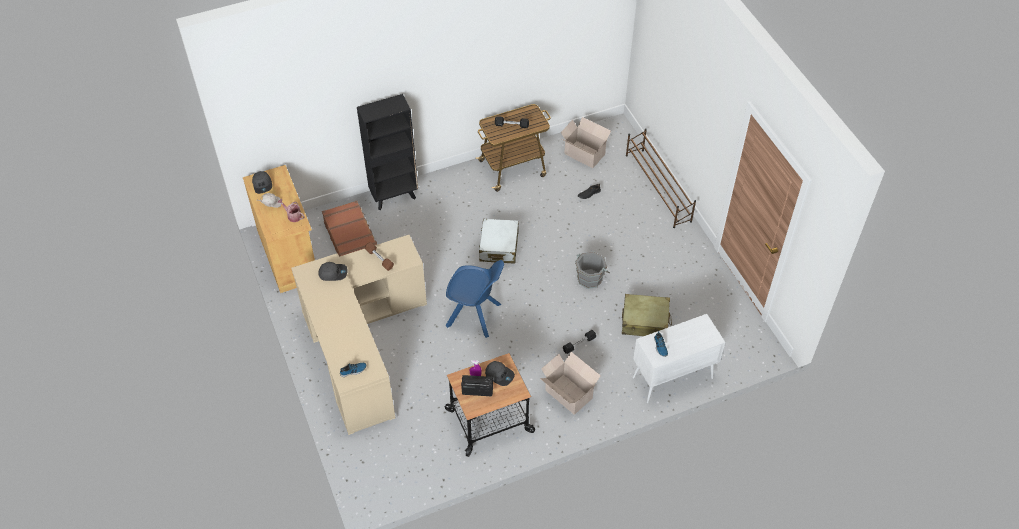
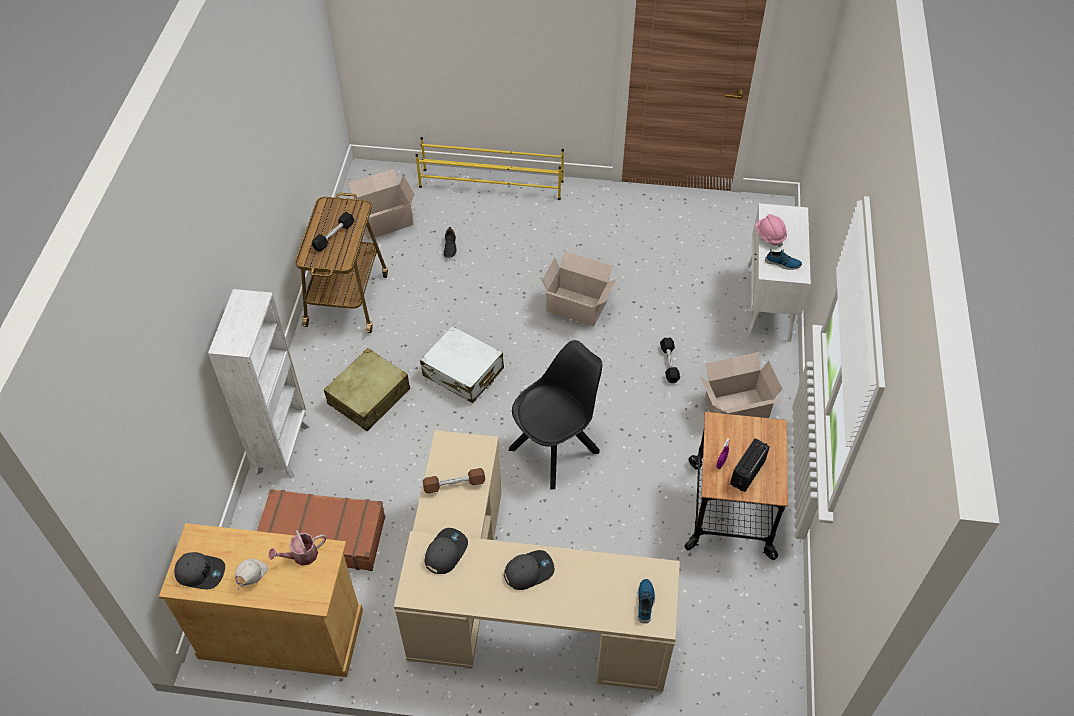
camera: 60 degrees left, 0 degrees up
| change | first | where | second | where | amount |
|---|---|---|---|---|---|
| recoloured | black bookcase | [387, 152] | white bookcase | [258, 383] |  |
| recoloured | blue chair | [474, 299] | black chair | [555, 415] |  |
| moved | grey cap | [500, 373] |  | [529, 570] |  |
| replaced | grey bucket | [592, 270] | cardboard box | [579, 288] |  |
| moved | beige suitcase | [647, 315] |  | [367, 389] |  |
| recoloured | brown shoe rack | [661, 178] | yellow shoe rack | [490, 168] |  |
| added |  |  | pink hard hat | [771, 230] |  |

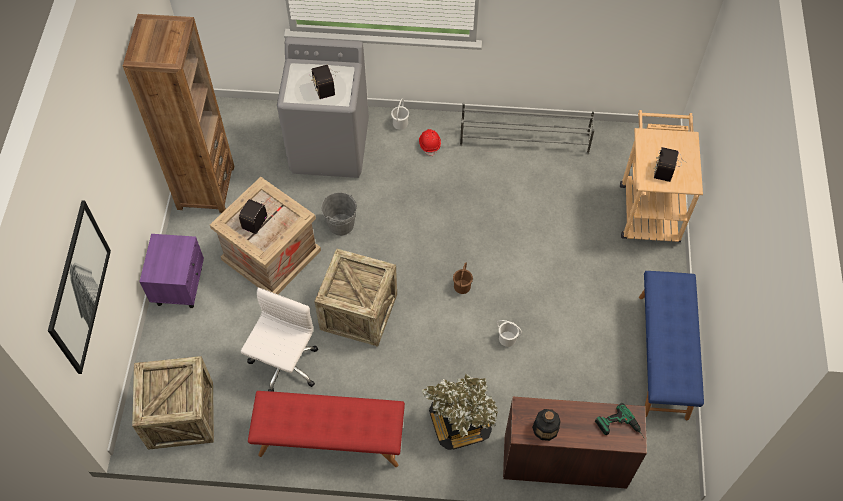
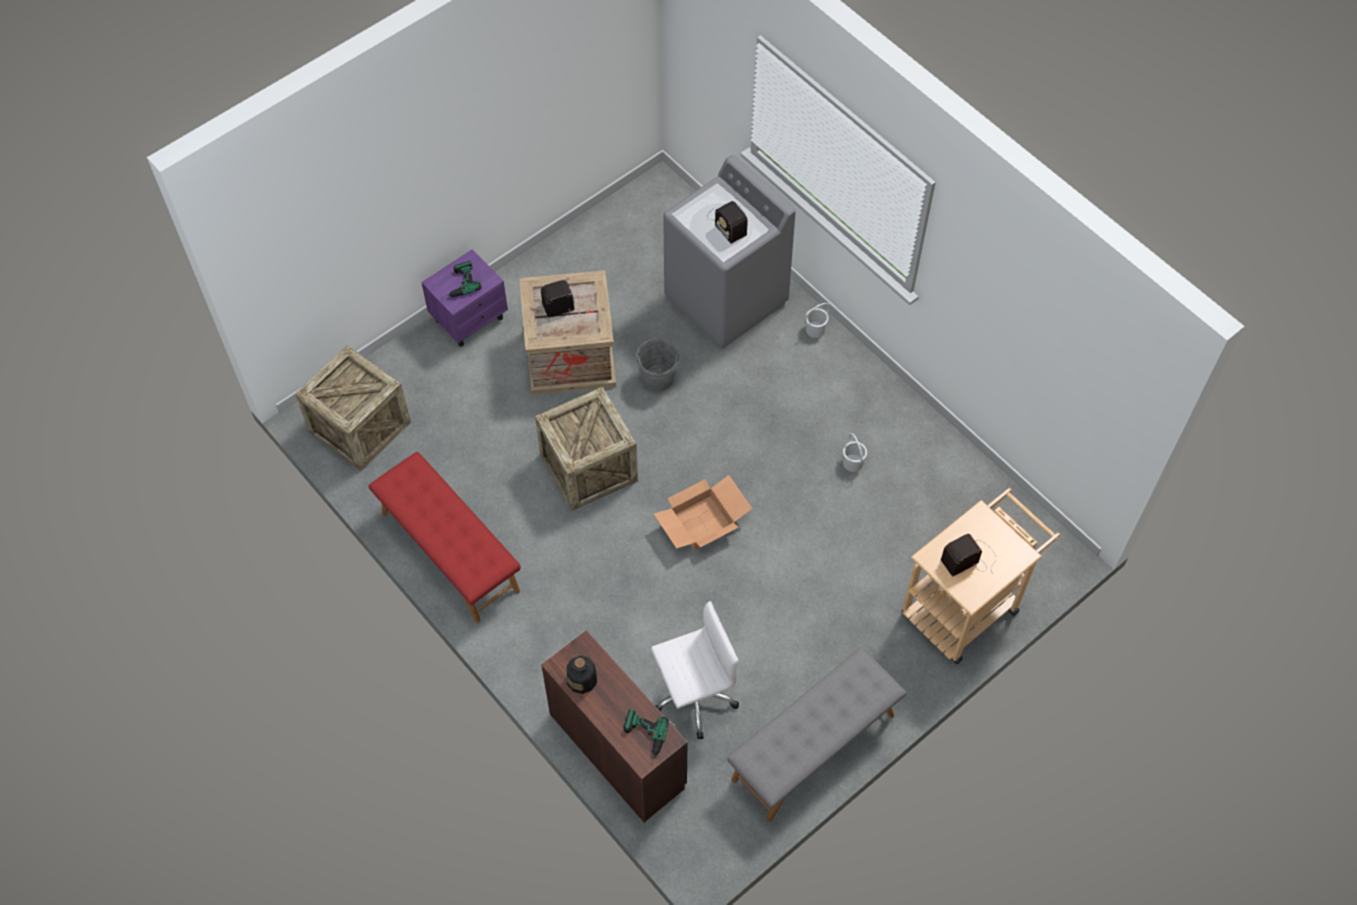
camera: 45 degrees right, 0 degrees up
| change | first | where | second | where | amount |
|---|---|---|---|---|---|
| removed | picture | [79, 287] |  |  |  |
| removed | brown bookcase | [178, 113] |  |  |  |
| moved | white office chair | [279, 340] |  | [695, 670] |  |
| turned | radio | [323, 82] |  | [727, 222] | 60 degrees counterclockwise |
| removed | red hard hat | [430, 142] |  |  |  |
| removed | potted plant | [459, 412] |  |  |  |
| replaced | brown bucket | [463, 278] | cardboard box | [703, 513] |  |
| removed | grey shoe rack | [527, 128] |  |  |  |
| moved | white bucket | [509, 333] |  | [855, 452] |  |
| recoloured | blue bench | [671, 345] | grey bench | [816, 734] |  |
| added |  |  | power drill | [461, 279] |  |

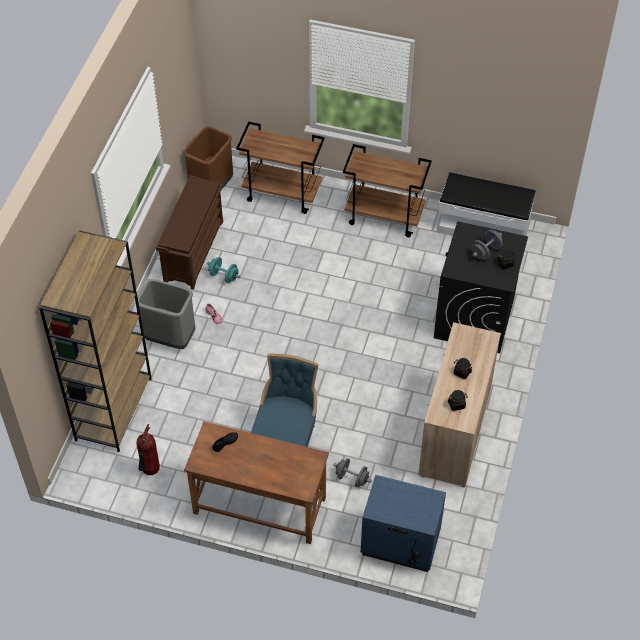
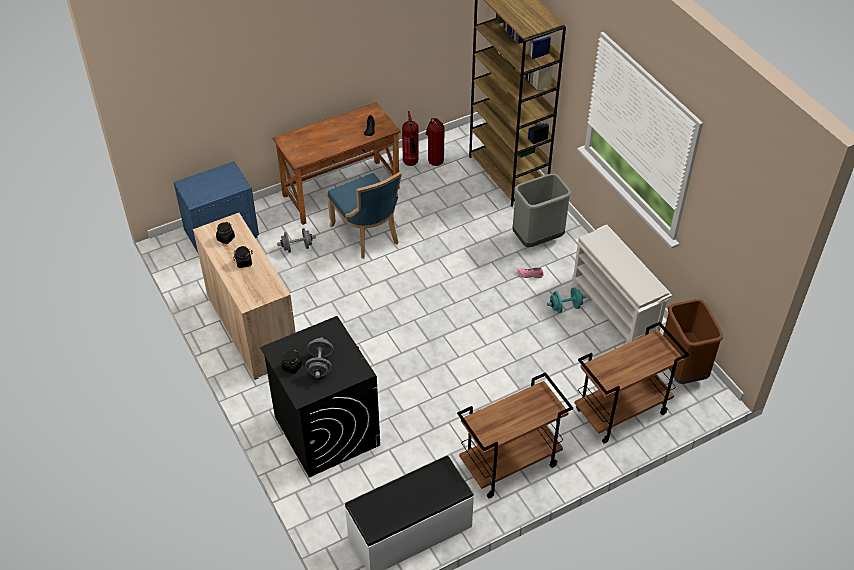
camera: 135 degrees right, 5 degrees down
| change | first | where | second | where | amount |
|---|---|---|---|---|---|
| recoloured | brown shoe rack | [189, 232] | white shoe rack | [622, 284] |  |
| added |  |  | fire extinguisher | [410, 138] |  |

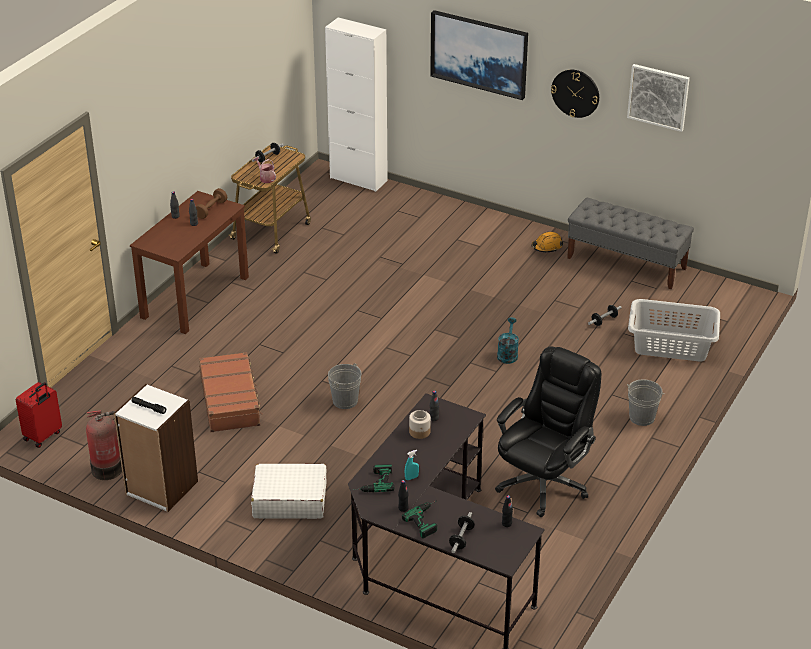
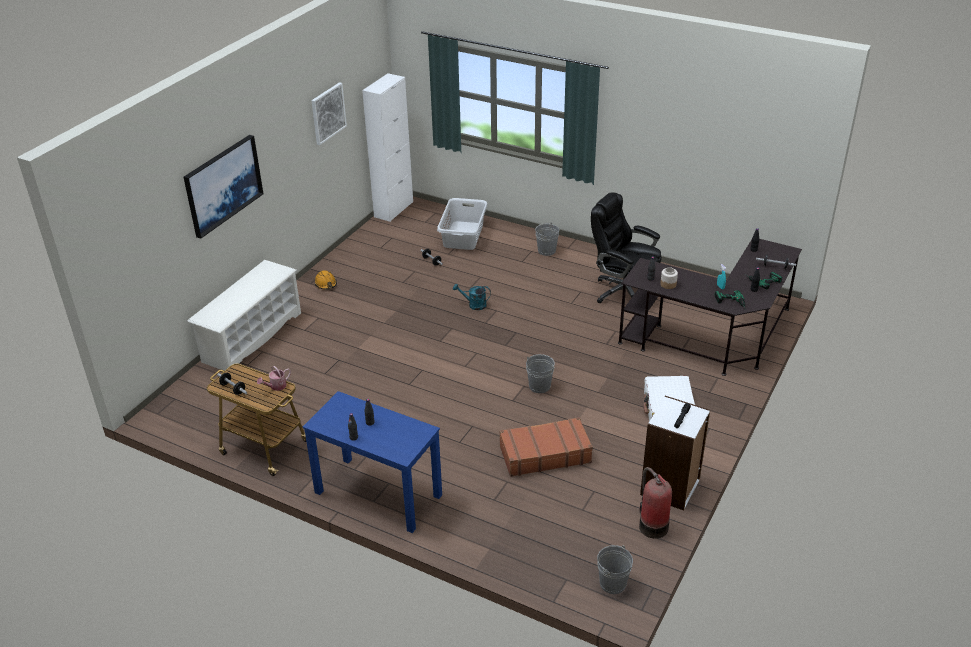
camera: 90 degrees left, 0 degrees up
| change | first | where | second | where | amount |
|---|---|---|---|---|---|
| replaced | red suitcase | [39, 415] | grey bucket | [615, 569] |  |
| recoloured | brown desk | [189, 262] | blue desk | [372, 462] |  |
| removed | brown dumbbell | [211, 203] |  |  |  |
| moved | white cabinet | [356, 104] |  | [387, 147] |  |
| removed | wall clock | [575, 94] |  |  |  |
| removed | grey bench | [630, 243] |  |  |  |
| added |  |  | white shoe rack | [244, 315] |  |

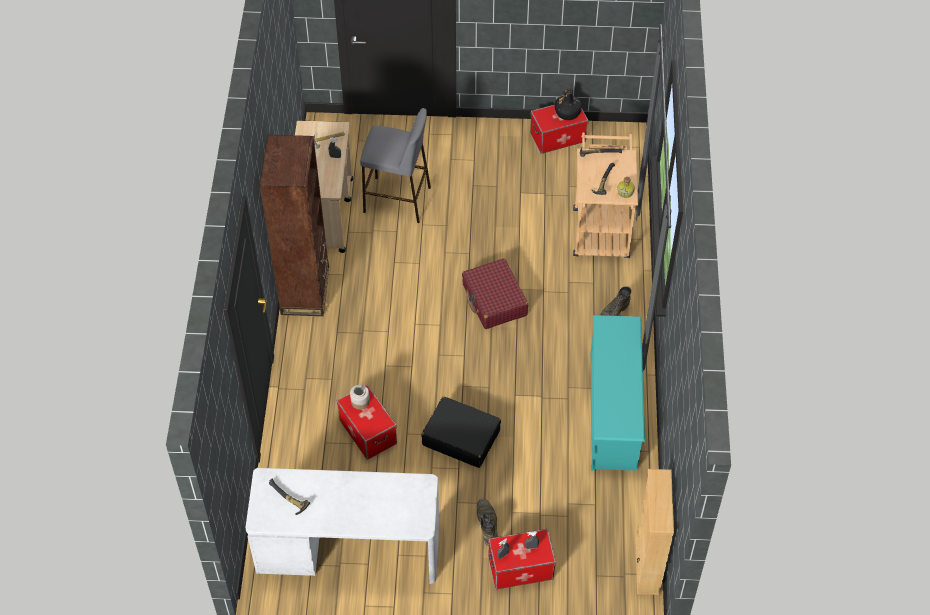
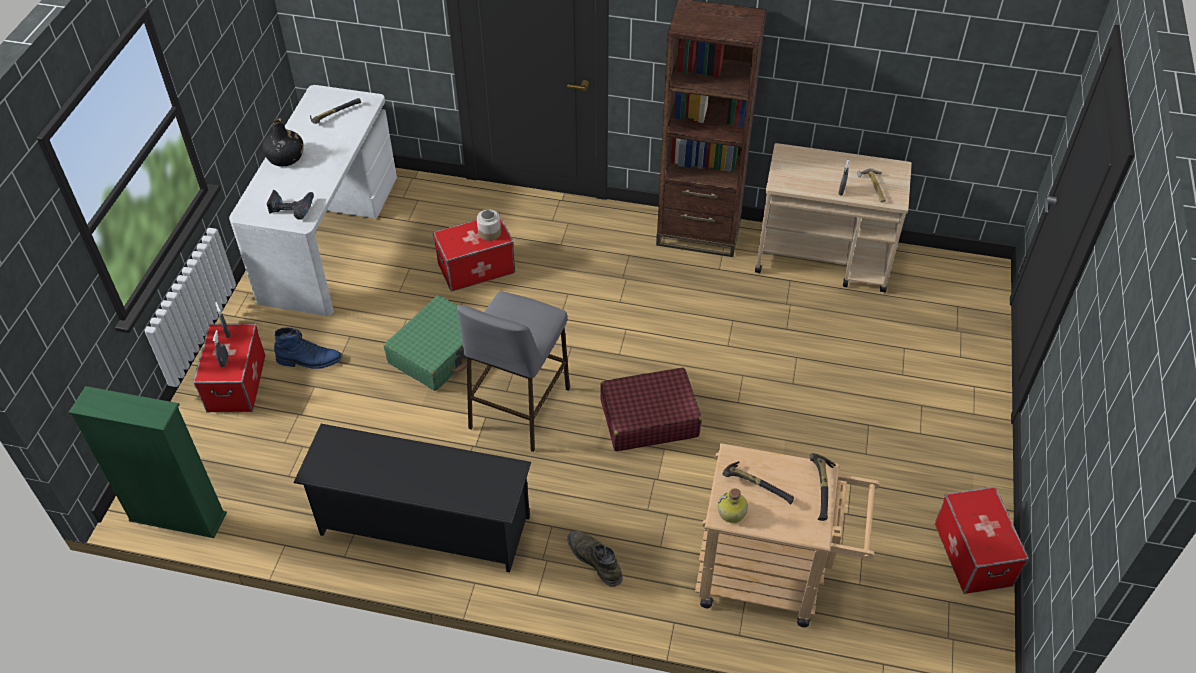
camera: 100 degrees right, 5 degrees down
| change | first | where | second | where | amount |
|---|---|---|---|---|---|
| moved | grey stool | [395, 165] |  | [513, 371] |  |
| recoloured | black suitcase | [461, 432] | green suitcase | [428, 343] |  |
| recoloured | green boot | [487, 522] | blue boot | [308, 348] |  |
| moved | black bottle | [568, 104] |  | [283, 142] |  |
| recoloured | turquoise shoe rack | [617, 393] | black shoe rack | [412, 498] |  |
| recoloured | beige bookcase | [654, 532] | green bookcase | [148, 462] |  |
| added |  |  | power drill | [290, 205] |  |

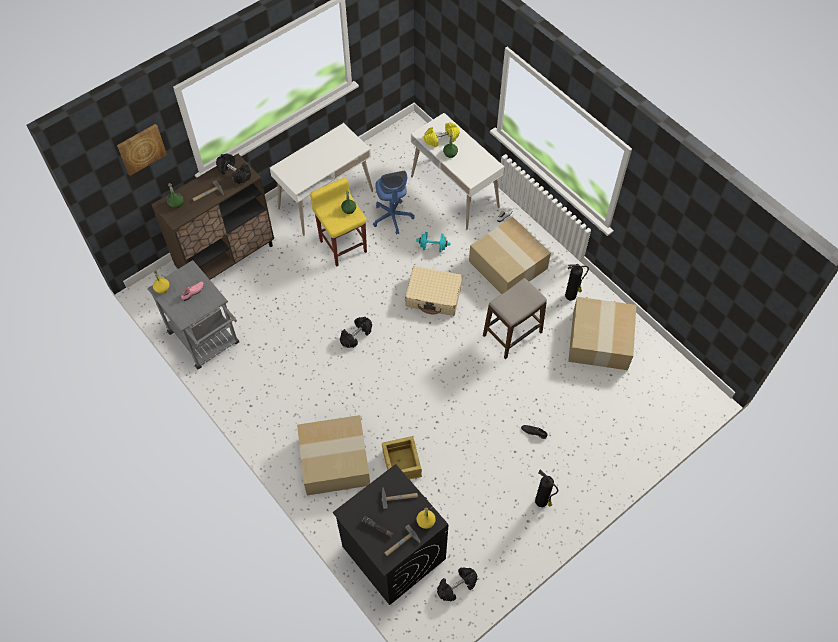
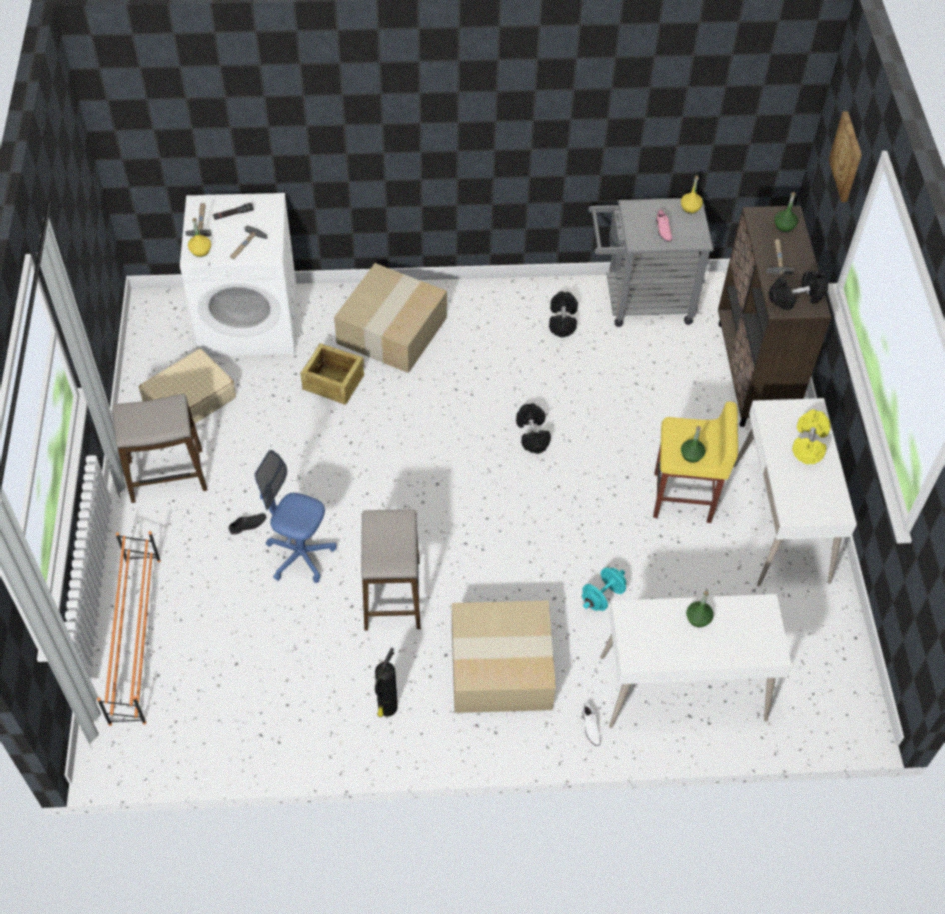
camera: 125 degrees right, 5 degrees down
| change | first | where | second | where | amount |
|---|---|---|---|---|---|
| recoloured | black washing machine | [390, 534] | white washing machine | [238, 275] |  |
| moved | blue office chair | [394, 203] |  | [295, 516] |  |
| moved | beige suitcase | [434, 291] |  | [187, 386] |  |
| moved | yellow dumbbell | [442, 134] |  | [811, 436] |  |
| moved | black dumbbell | [457, 584] |  | [563, 314] |  |
| replaced | fire extinguisher | [546, 488] | stool | [160, 448] |  |
| removed | cardboard box | [602, 333] |  |  |  |
| added |  |  | orange shoe rack | [129, 628] |  |

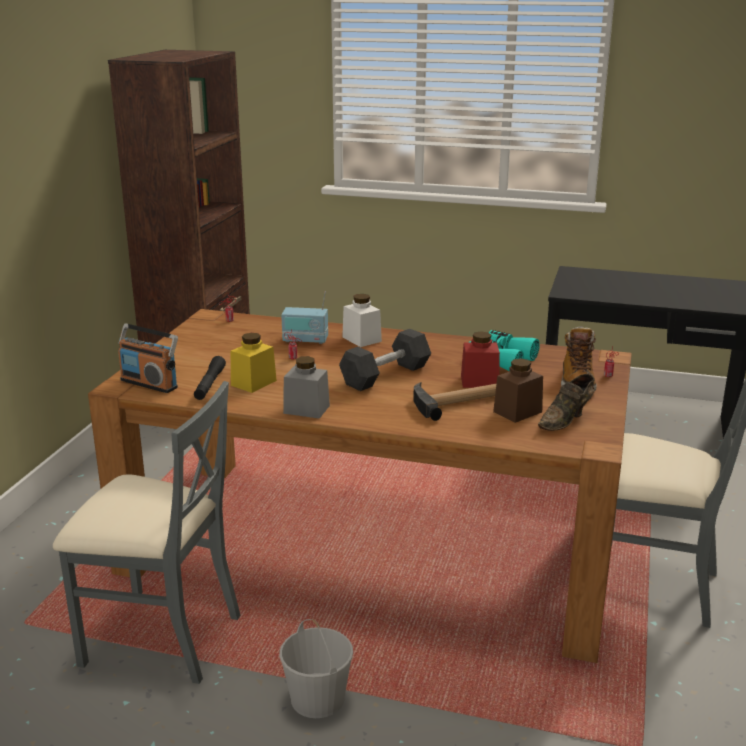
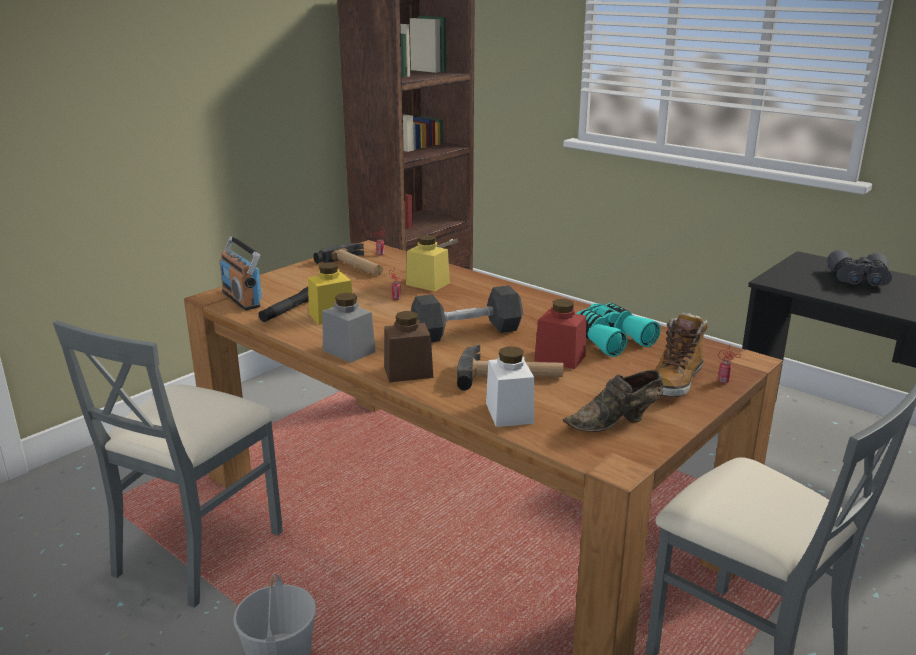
camera: 25 degrees right, 0 degrees up
| change | first | where | second | where | amount |
|---|---|---|---|---|---|
| turned | grey chair | [146, 532] |  | [168, 464] | 75 degrees clockwise |
| replaced | radio | [304, 317] | yellow jar | [428, 263] |  |
| moved | white jar | [362, 320] |  | [510, 386] |  |
| moved | brown jar | [518, 390] |  | [408, 346] |  |
| added |  |  | hammer | [348, 259] |  |
| added |  |  | grey binoculars | [859, 268] |  |

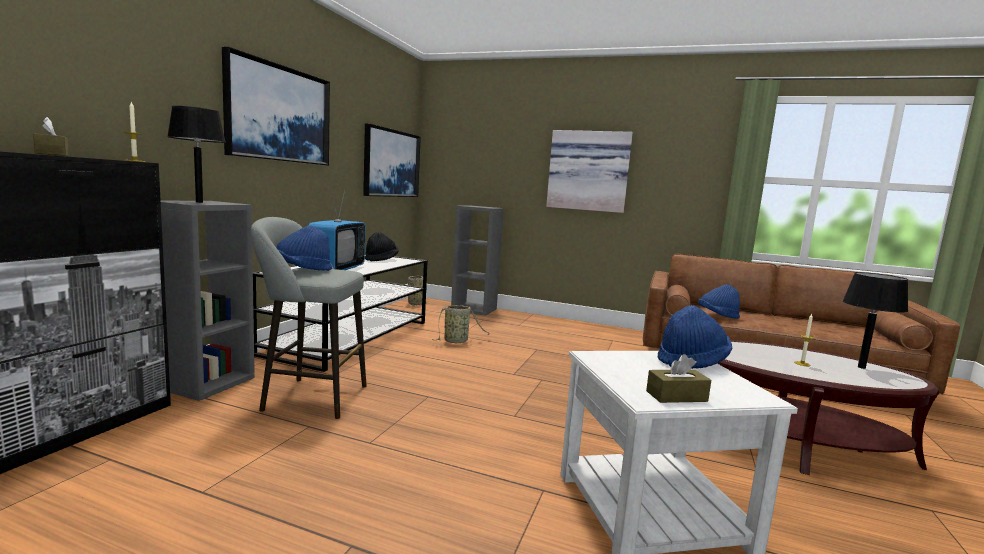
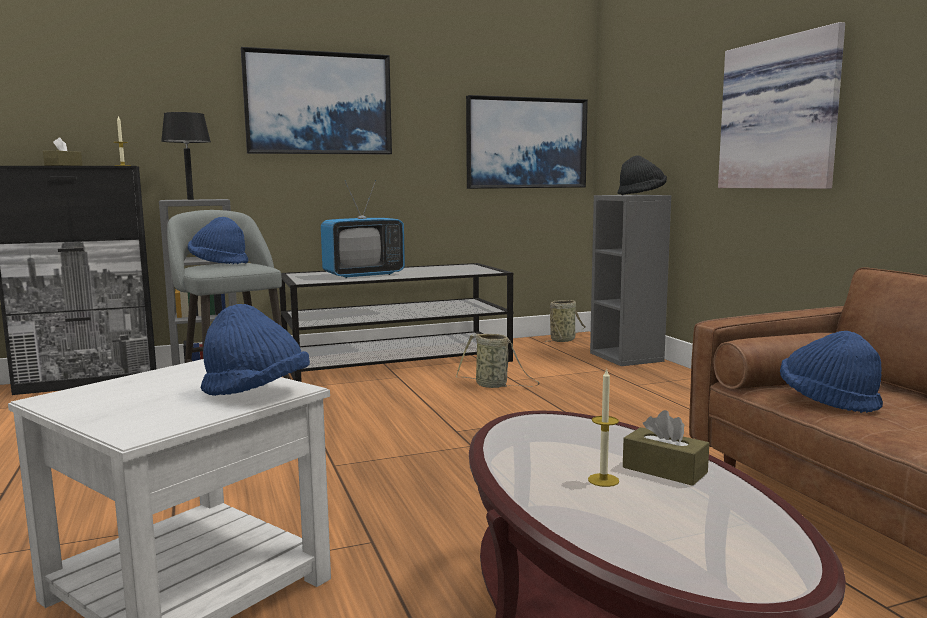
camera: 50 degrees right, 0 degrees up
| change | first | where | second | where | amount |
|---|---|---|---|---|---|
| moved | black hat | [381, 247] |  | [642, 175] |  |
| moved | brown tissue box | [678, 378] |  | [666, 448] |  |
| removed | black table lamp | [875, 320] |  |  |  |

